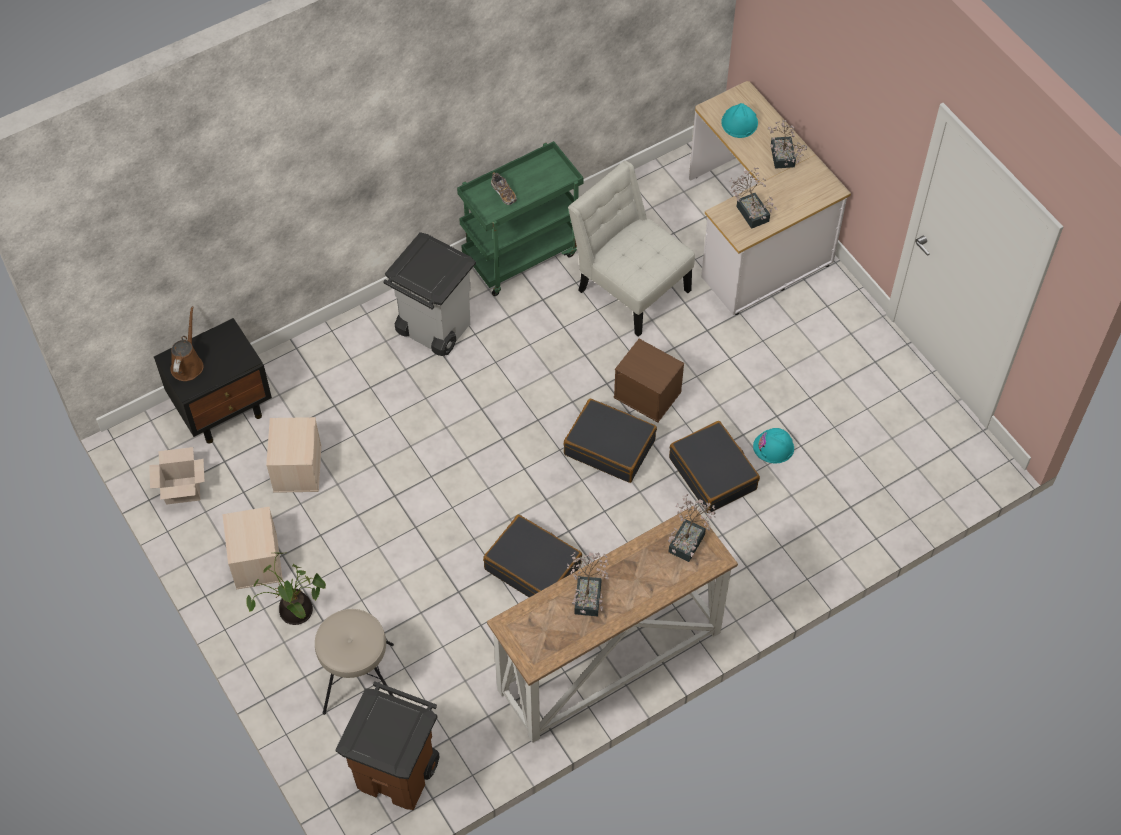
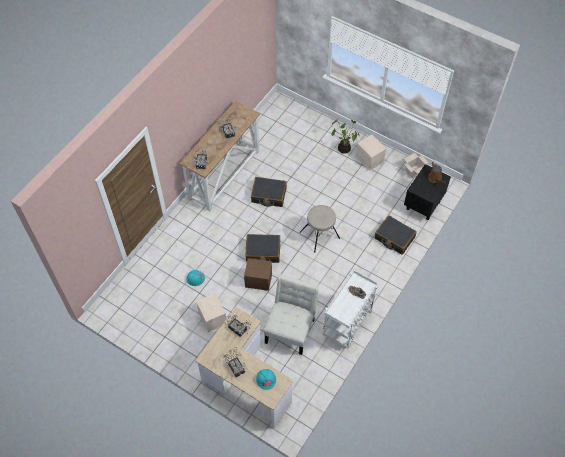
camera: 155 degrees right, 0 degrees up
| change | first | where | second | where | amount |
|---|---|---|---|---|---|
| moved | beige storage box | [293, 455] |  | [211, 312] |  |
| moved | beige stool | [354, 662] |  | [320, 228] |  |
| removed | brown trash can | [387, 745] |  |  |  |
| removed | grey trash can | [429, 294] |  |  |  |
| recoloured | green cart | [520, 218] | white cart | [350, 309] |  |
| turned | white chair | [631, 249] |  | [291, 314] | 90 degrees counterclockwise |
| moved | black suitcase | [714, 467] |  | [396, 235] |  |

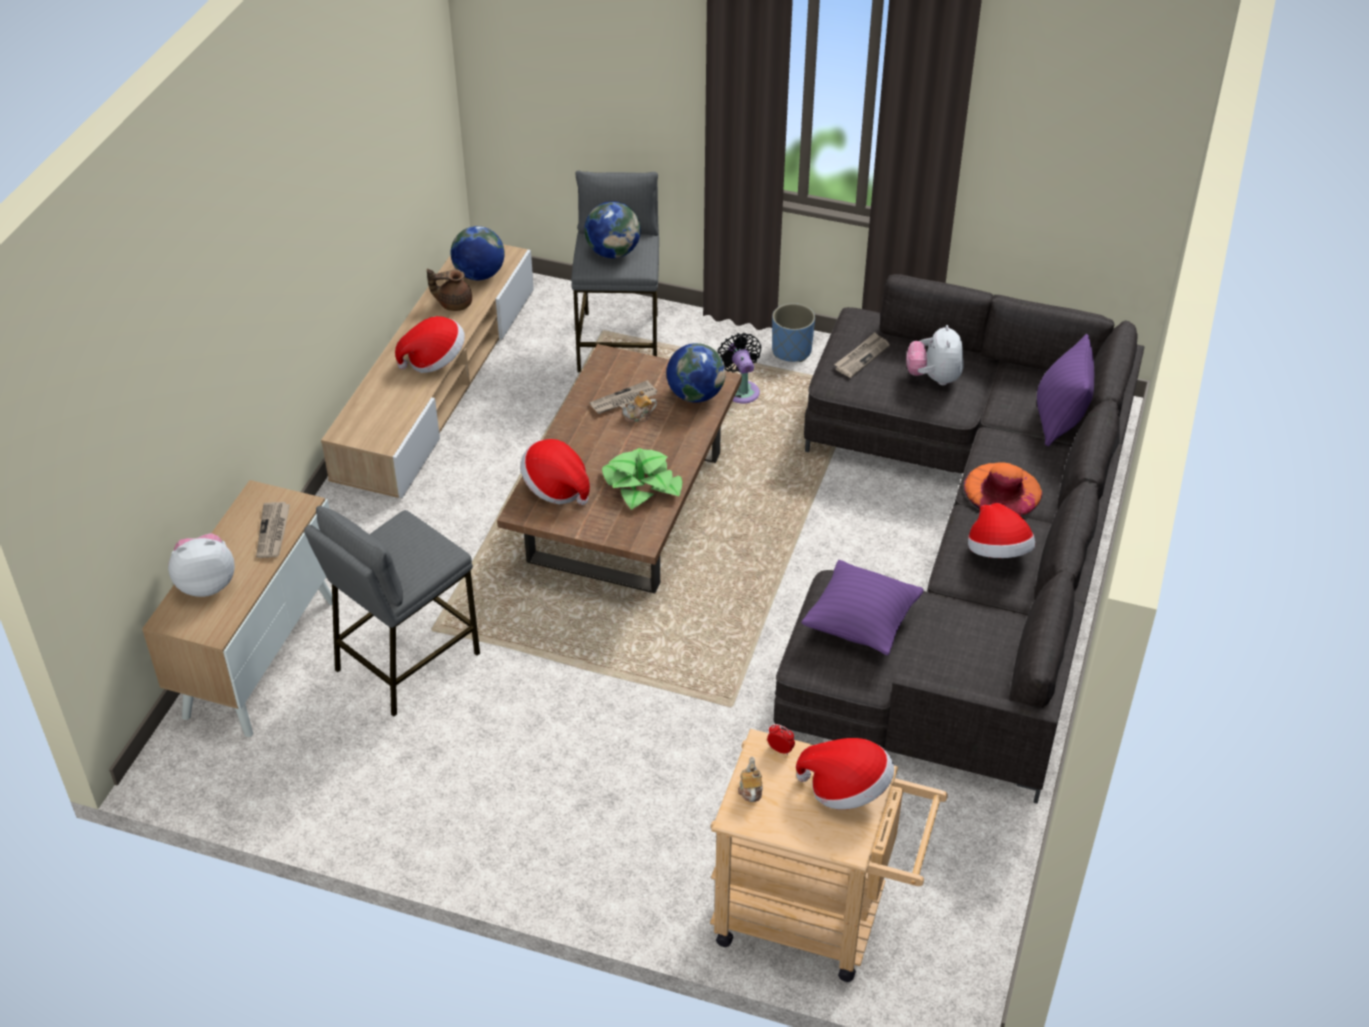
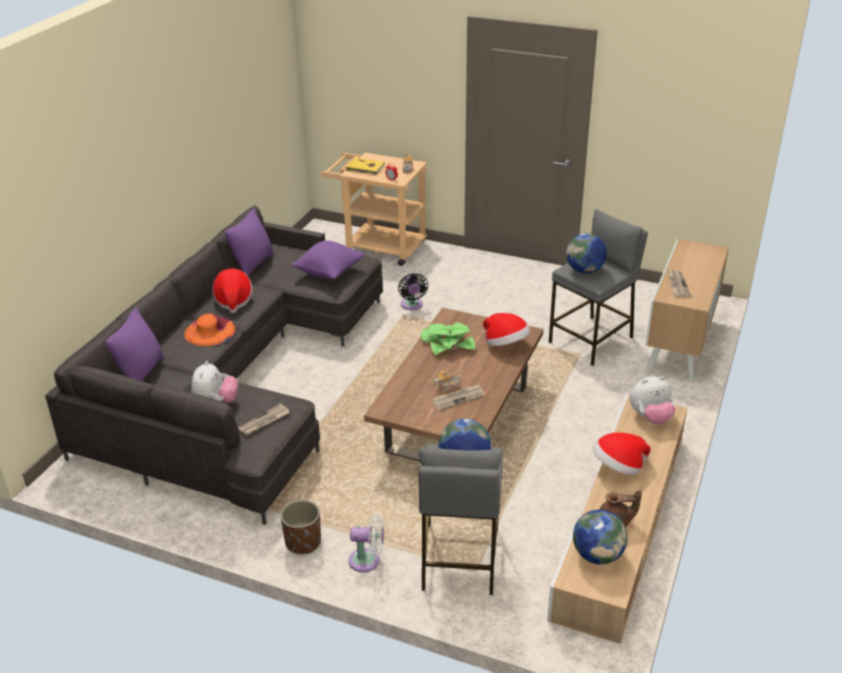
camera: 175 degrees left, 10 degrees down
| change | first | where | second | where | amount |
|---|---|---|---|---|---|
| moved | plush toy | [201, 565] |  | [653, 400] |  |
| moved | globe | [696, 373] |  | [586, 253] |  |
| moved | black fan | [739, 368] |  | [413, 291] |  |
| recoloured | blue planter | [793, 332] | brown planter | [300, 527] |  |
| replaced | hat | [845, 774] | yellow book | [365, 166] |  |
| added |  |  | purple pillow | [249, 242] |  |
| added |  |  | white fan | [366, 542] |  |

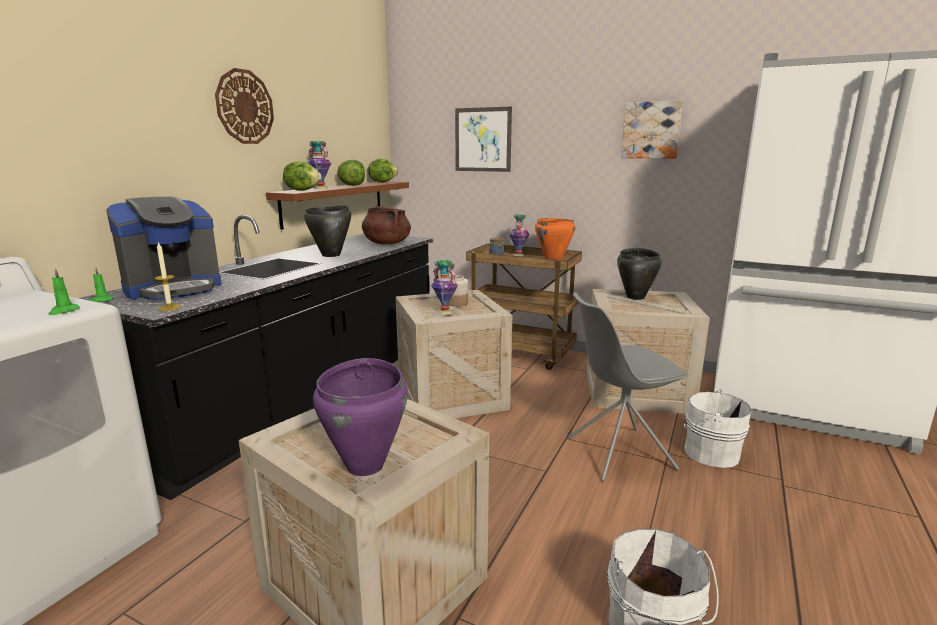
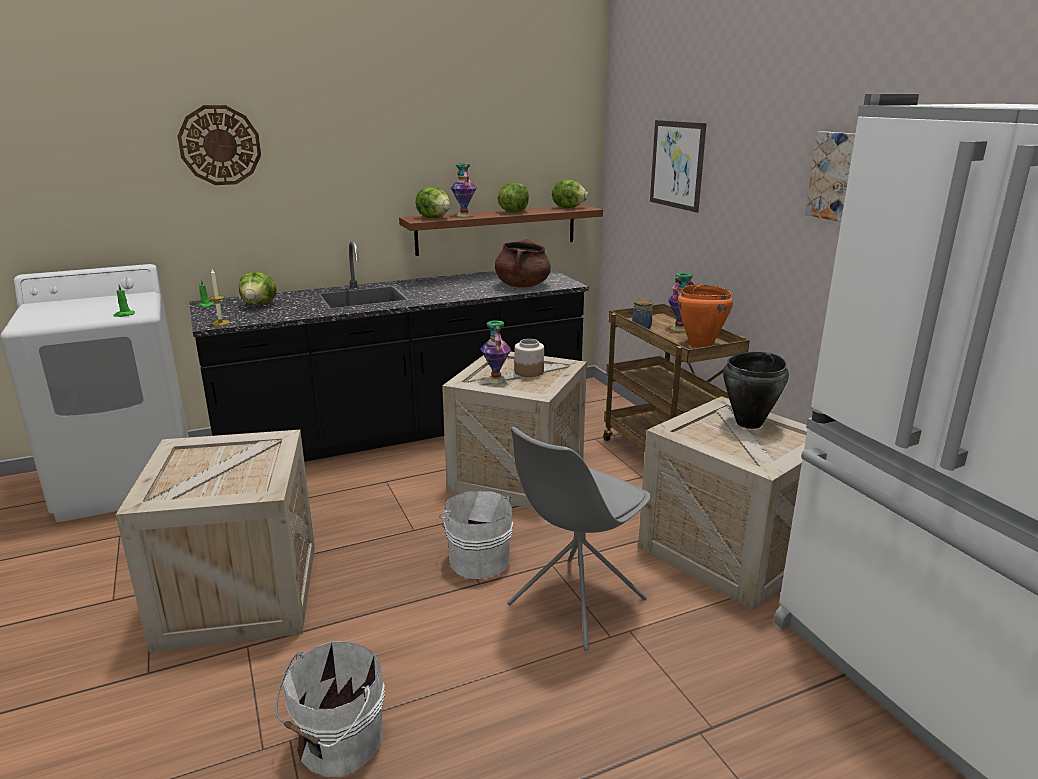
camera: 40 degrees right, 5 degrees up
| change | first | where | second | where | amount |
|---|---|---|---|---|---|
| replaced | coffee machine | [164, 248] | lettuce | [258, 288] |  |
| moved | wall clock | [244, 106] |  | [219, 145] |  |
| removed | black cooking pot | [327, 231] |  |  |  |
| removed | purple cooking pot | [360, 417] |  |  |  |
| turned | grey chair | [628, 387] |  | [579, 538] | 75 degrees counterclockwise |
| moved | white bucket | [717, 428] |  | [476, 535] |  |

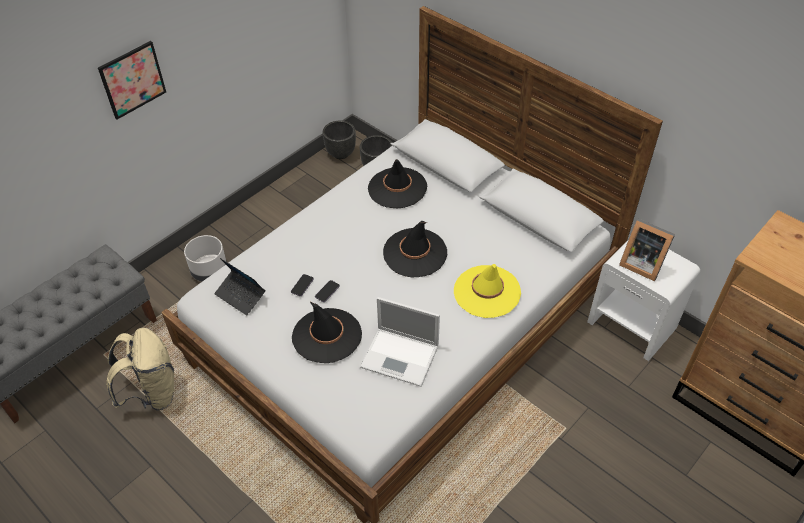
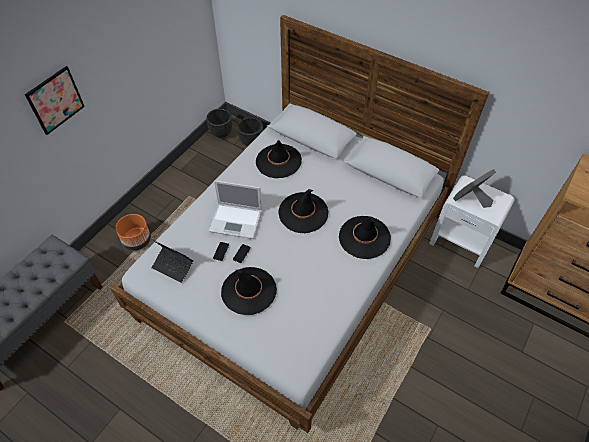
camera: 10 degrees left, 5 degrees up
| change | first | where | second | where | amount |
|---|---|---|---|---|---|
| removed | beige backpack | [141, 369] |  |  |  |
| recoloured | grey planter | [205, 258] | orange planter | [133, 232] |  |
| moved | laptop | [400, 342] |  | [235, 209] |  |
| recoloured | yellow hat | [487, 291] | black hat | [365, 237] |  |
| turned | picture frame | [647, 249] |  | [474, 188] | 120 degrees clockwise |

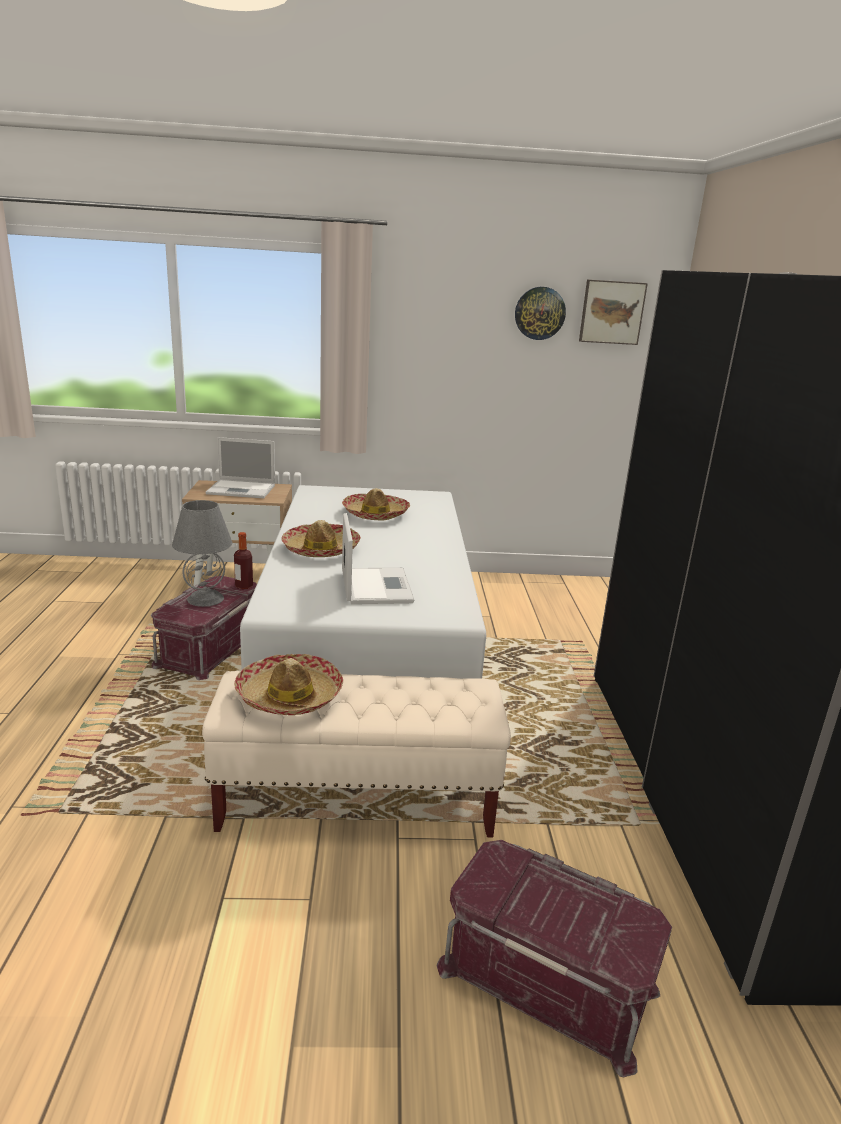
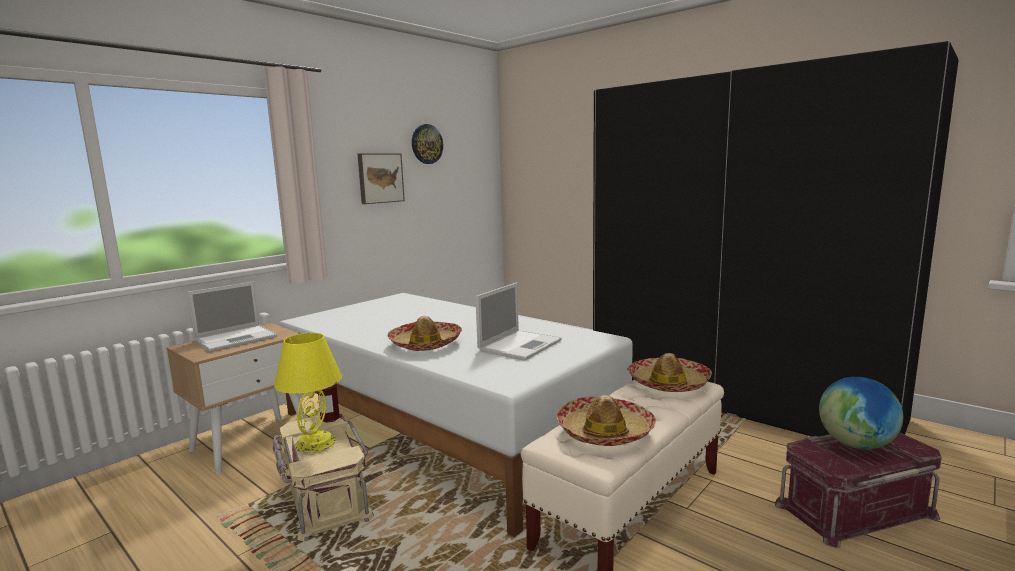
camera: 45 degrees left, 10 degrees down
| change | first | where | second | where | amount |
|---|---|---|---|---|---|
| recoloured | red storage box | [204, 628] | beige storage box | [323, 477] |  |
| recoloured | grey table lamp | [202, 553] | yellow table lamp | [308, 393] |  |
| moved | hat | [376, 504] |  | [669, 372] |  |
| turned | laptop | [378, 558] |  | [518, 322] | 90 degrees clockwise |
| moved | picture | [613, 312] |  | [381, 178] |  |
| added |  |  | globe | [861, 413] |  |

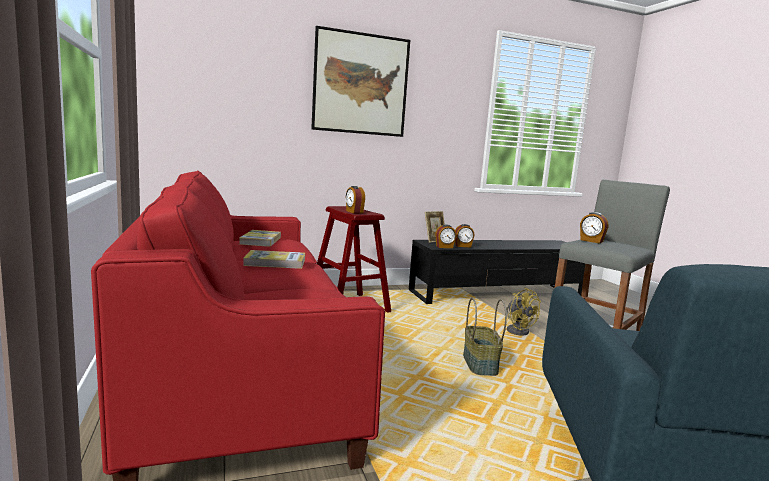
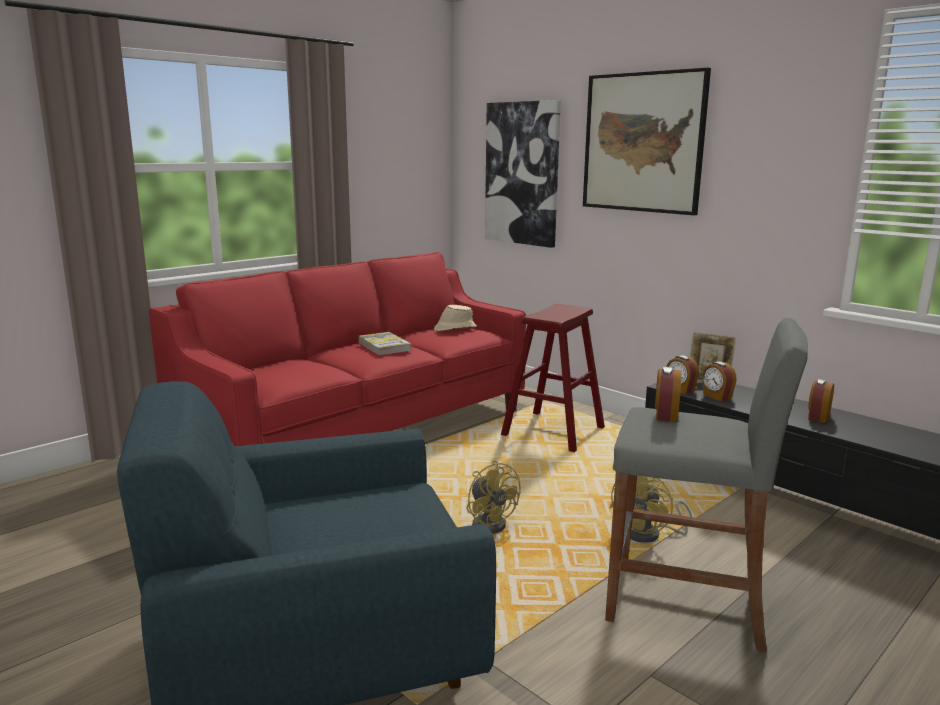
camera: 65 degrees right, 5 degrees up
| change | first | where | second | where | amount |
|---|---|---|---|---|---|
| replaced | book | [260, 238] | beige hat | [455, 318] |  |
| moved | alarm clock | [355, 199] |  | [821, 401] |  |
| replaced | basket | [485, 337] | yellow fan | [494, 497] |  |
| added |  |  | picture | [523, 174] |  |

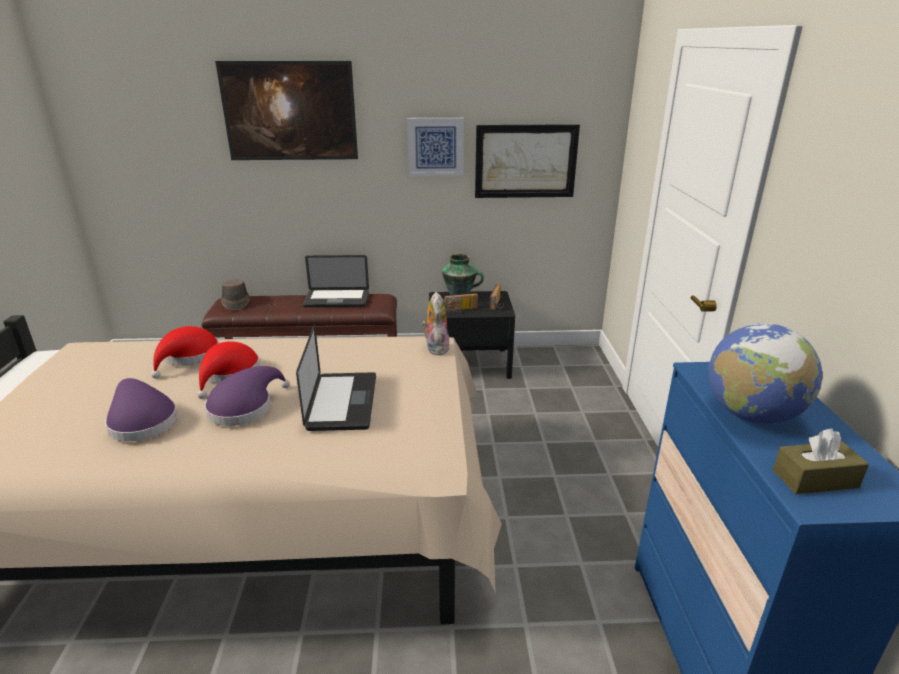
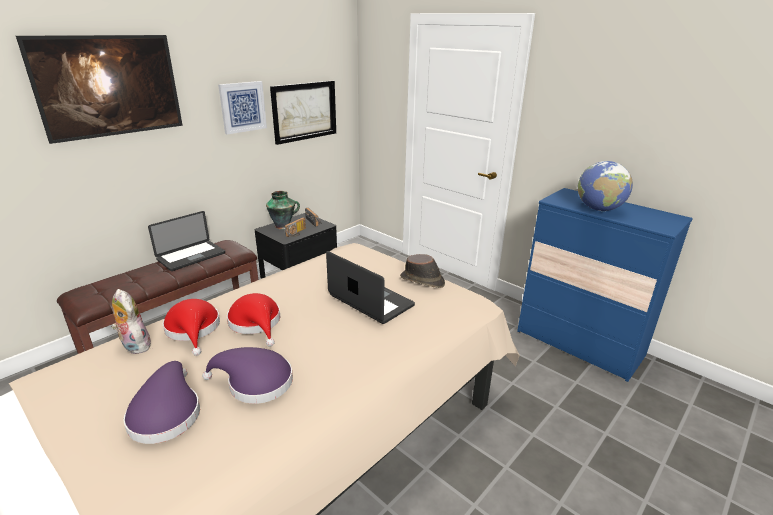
camera: 45 degrees left, 0 degrees up
| change | first | where | second | where | amount |
|---|---|---|---|---|---|
| moved | purple hat | [247, 396] |  | [161, 402] |  |
| moved | brown hat | [235, 295] |  | [422, 271] |  |
| moved | plush toy | [435, 323] |  | [131, 321] |  |
| removed | brown tissue box | [821, 461] |  |  |  |

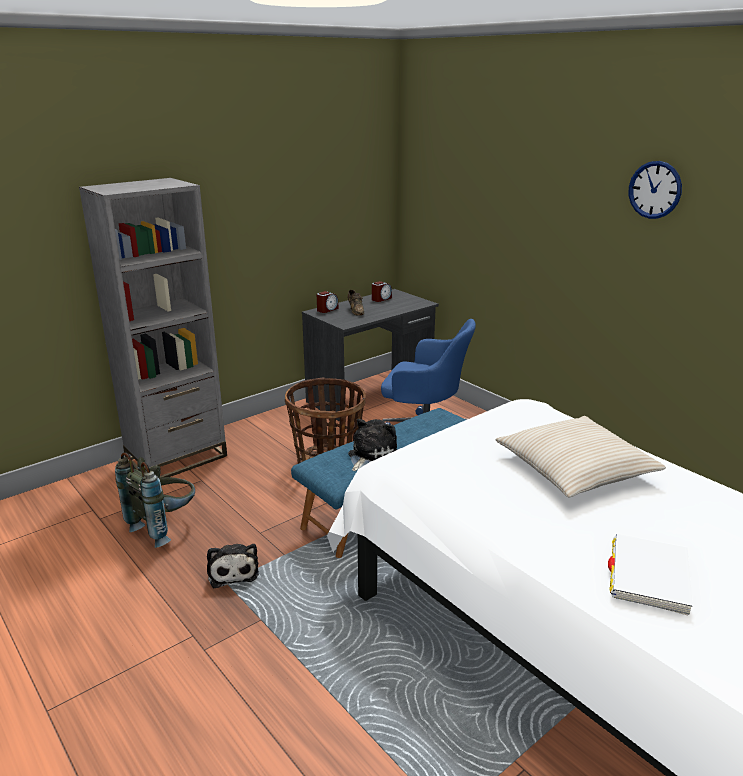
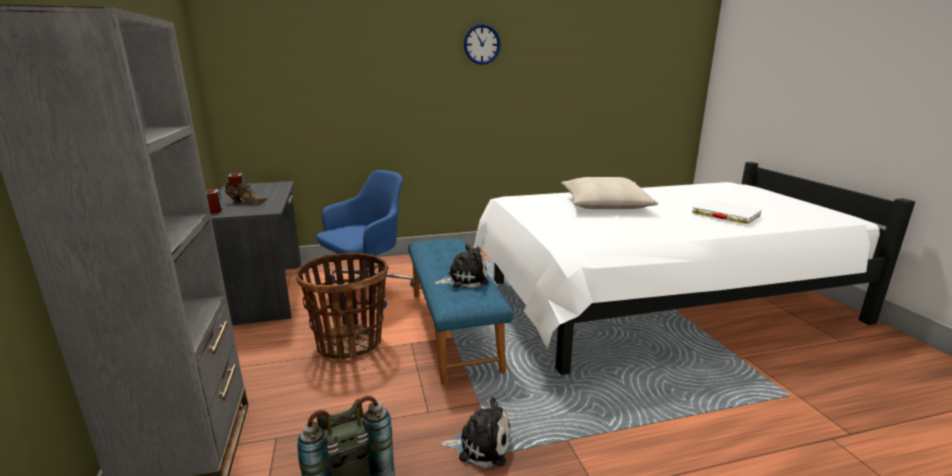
camera: 65 degrees left, 5 degrees down
| change | first | where | second | where | amount |
|---|---|---|---|---|---|
| turned | plush toy | [372, 445] |  | [461, 266] | 105 degrees clockwise |

